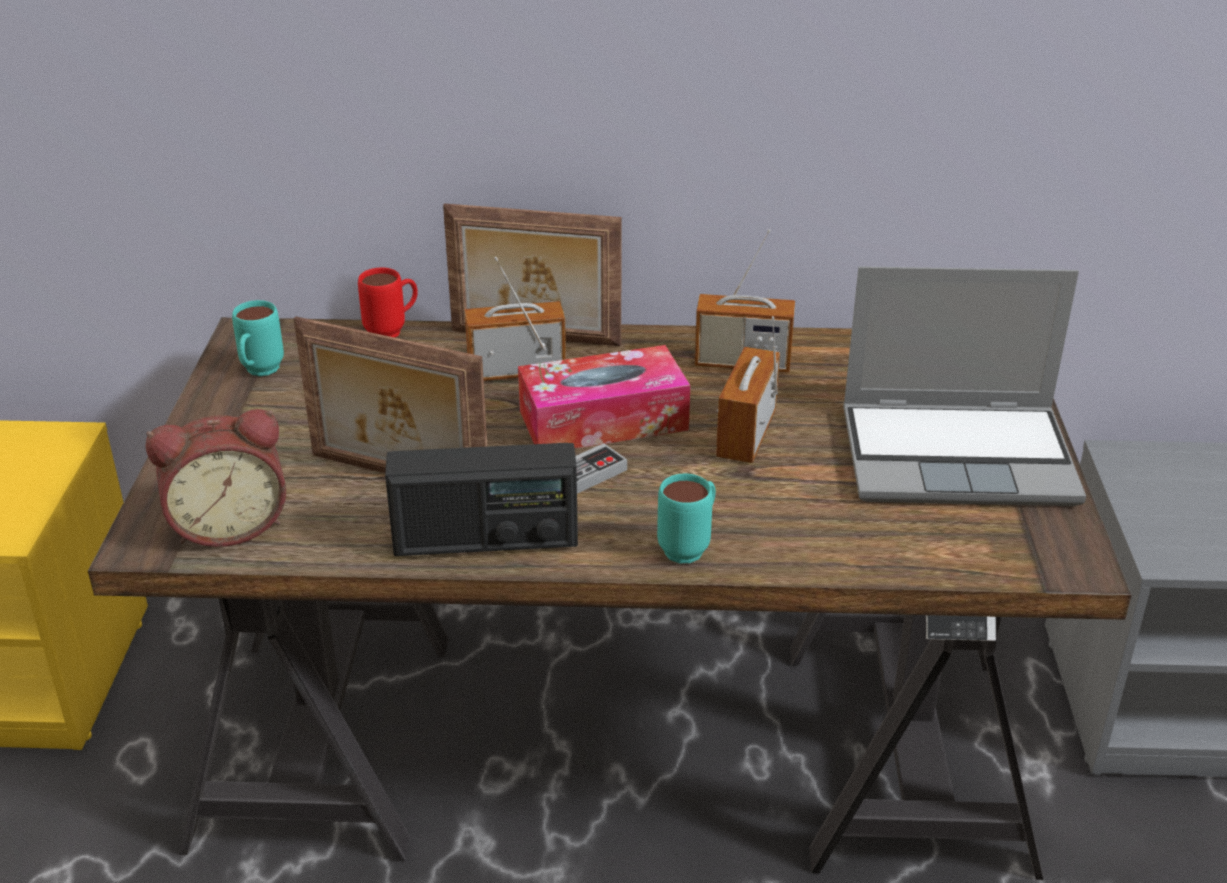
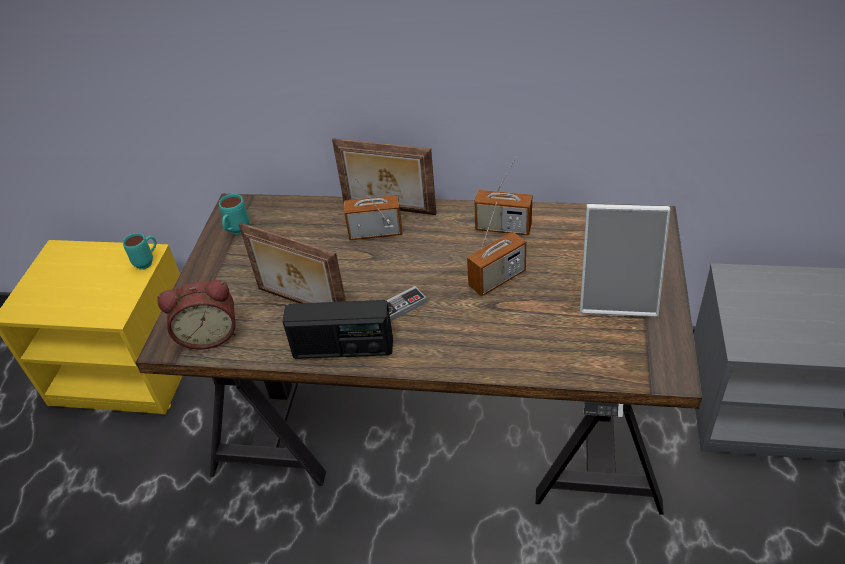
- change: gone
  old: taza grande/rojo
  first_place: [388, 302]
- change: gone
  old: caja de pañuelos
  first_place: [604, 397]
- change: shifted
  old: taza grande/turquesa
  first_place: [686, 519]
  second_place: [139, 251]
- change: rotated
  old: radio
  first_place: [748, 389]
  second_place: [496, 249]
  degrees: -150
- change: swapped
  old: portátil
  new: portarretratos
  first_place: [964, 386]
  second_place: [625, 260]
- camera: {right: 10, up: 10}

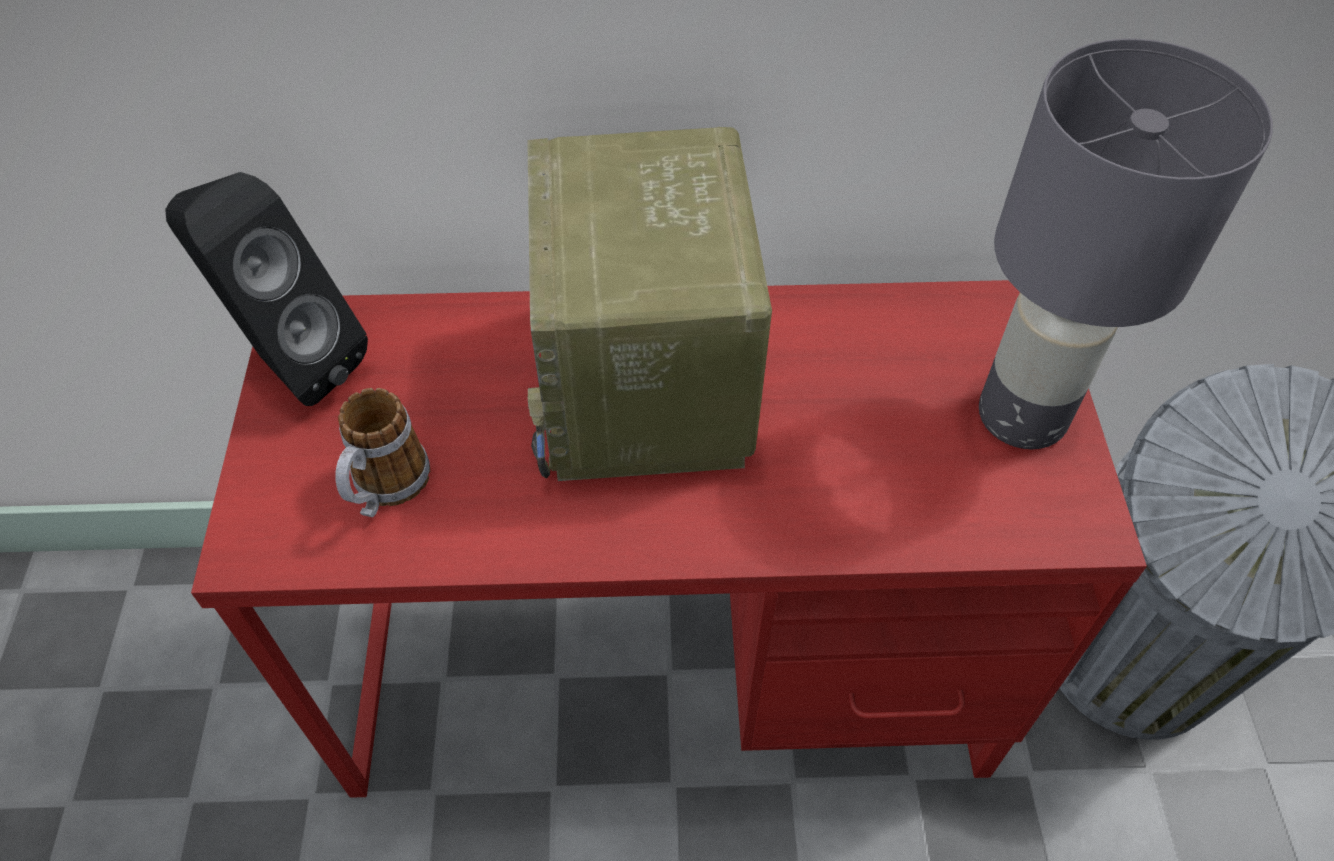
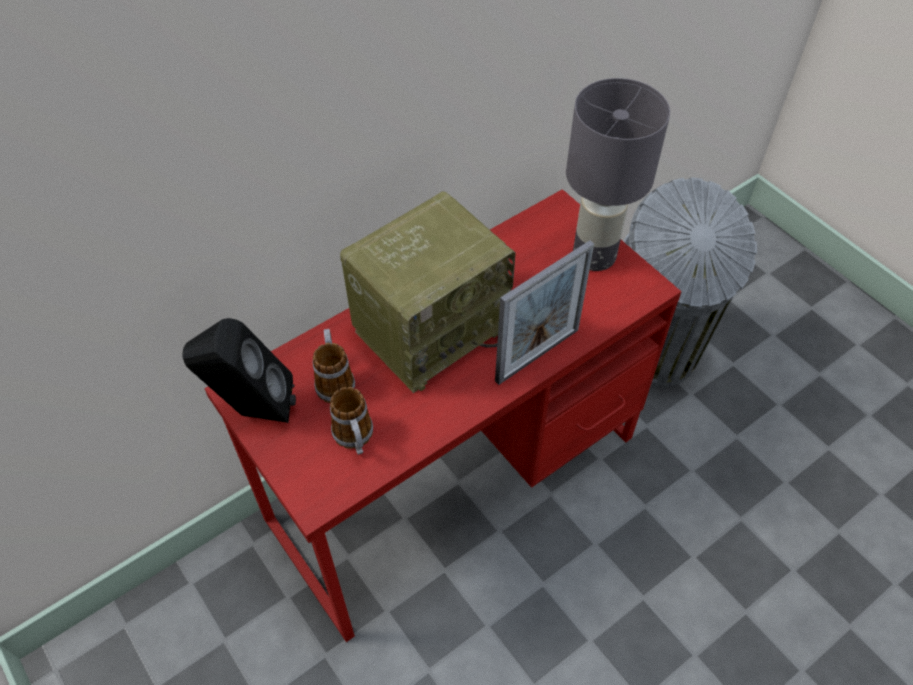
- change: rotated
  old: radio
  first_place: [649, 304]
  second_place: [428, 292]
  degrees: -90
- change: new
  new: taza grande
  second_place: [334, 366]
- change: new
  new: portarretratos
  second_place: [544, 312]
- camera: {right: -35, up: 0}

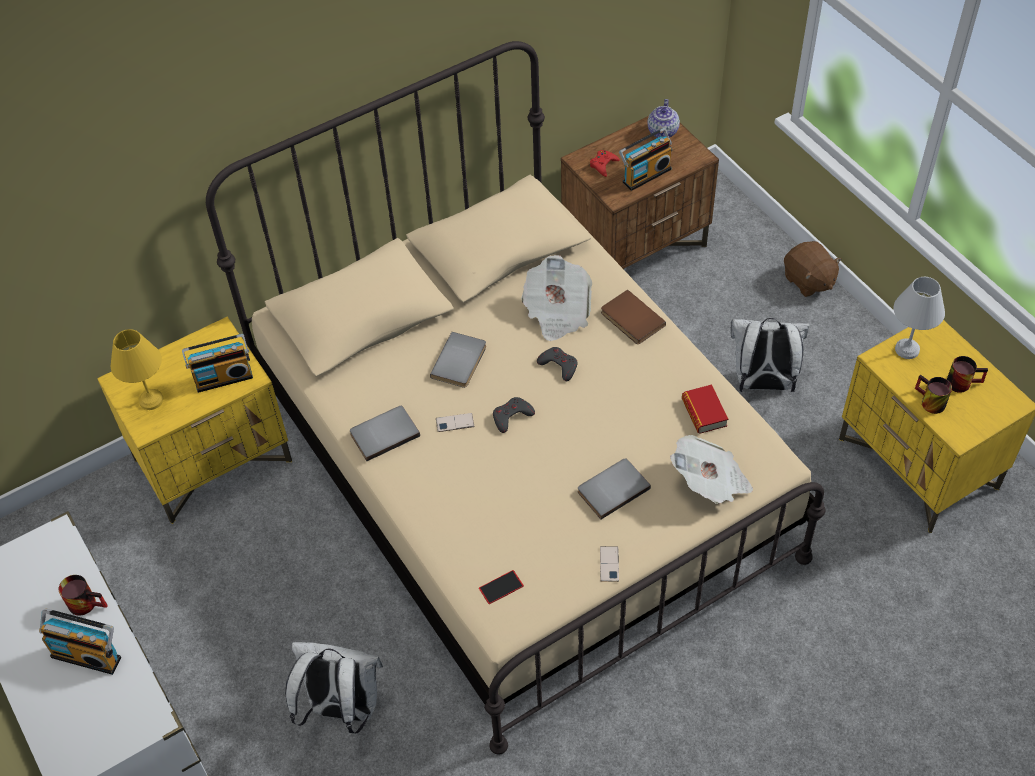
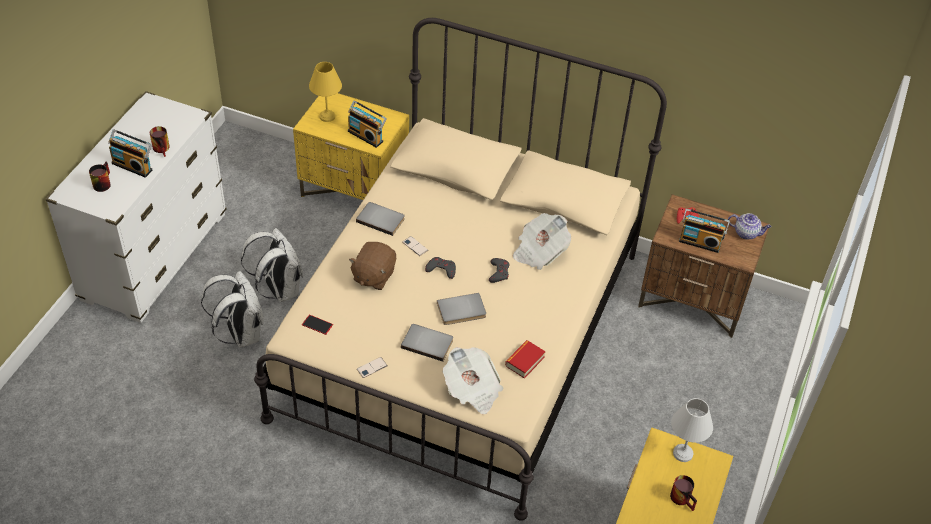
- change: rotated
  old: radio
  first_place: [80, 642]
  second_place: [130, 153]
  degrees: -45
- change: shifted
  old: libro/gris
  first_place: [458, 360]
  second_place: [461, 309]
- change: gone
  old: libro/marrón
  first_place: [633, 317]
- change: rotated
  old: tetera
  first_place: [663, 118]
  second_place: [749, 226]
  degrees: -135
- change: shifted
  old: mochila/blanco
  first_place: [770, 355]
  second_place: [272, 265]
- change: shifted
  old: peluche/marrón
  first_place: [813, 269]
  second_place: [372, 266]
- change: shifted
  old: taza grande
  first_place: [933, 394]
  second_place: [100, 177]
- camera: {right: 50, up: -5}

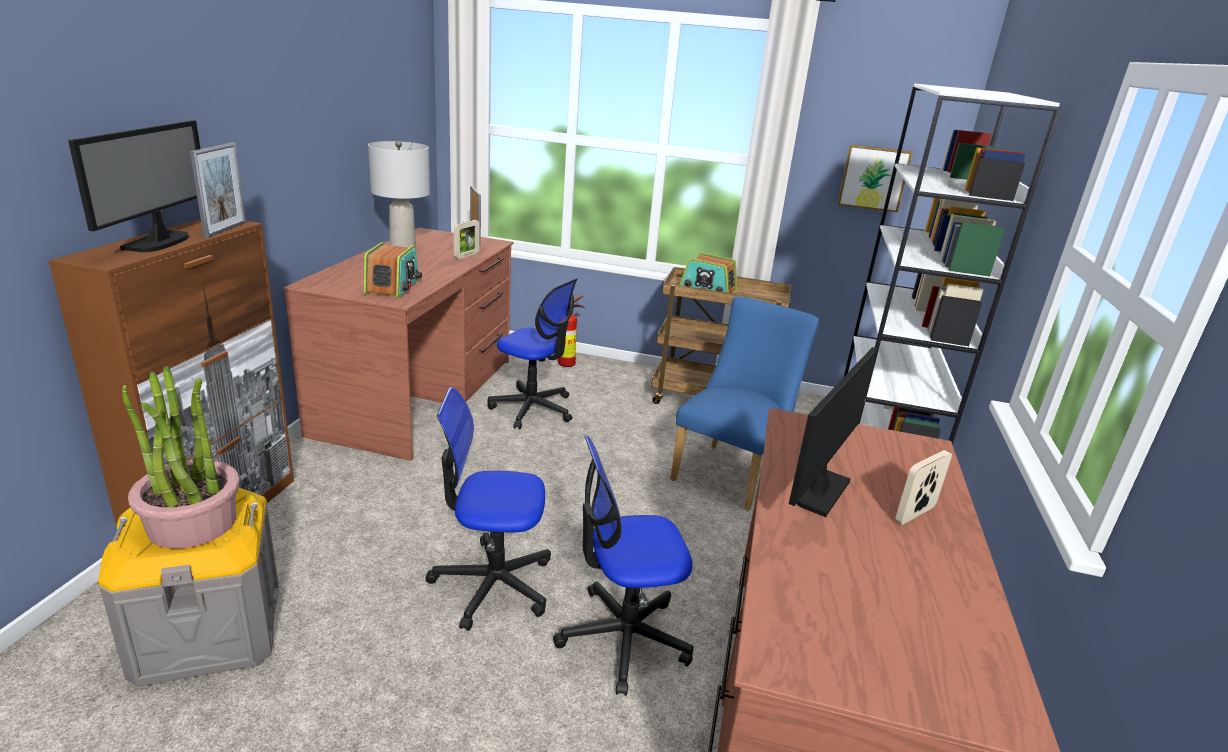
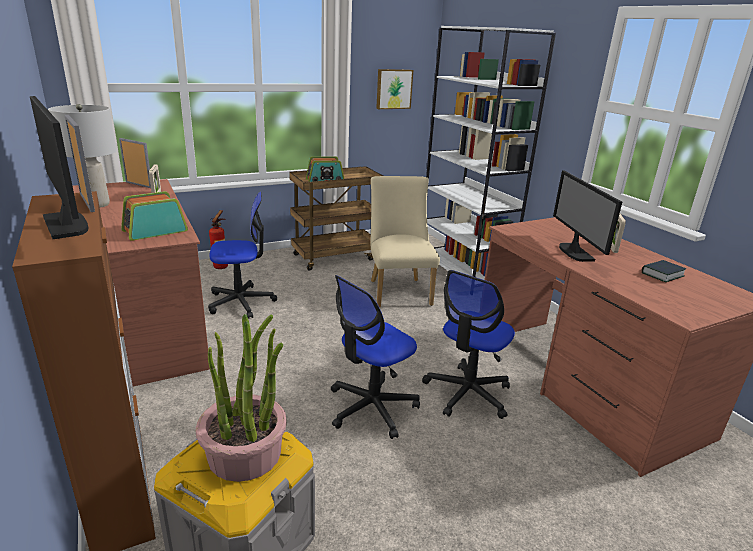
- change: rotated
  old: radio
  first_place: [393, 270]
  second_place: [154, 216]
  degrees: -90
- change: repainted
  old: silla/azul
  new: silla/beis
  first_place: [744, 403]
  second_place: [405, 241]
- change: new
  new: libro
  second_place: [664, 271]
- camera: {right: -40, up: 0}

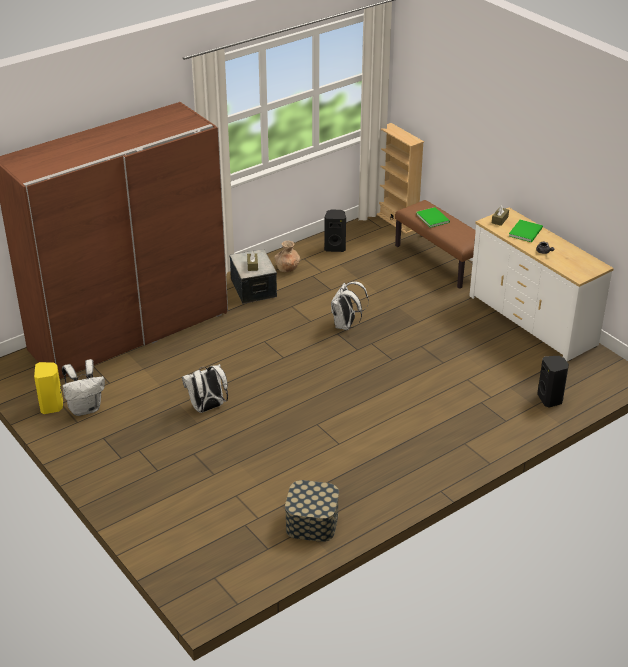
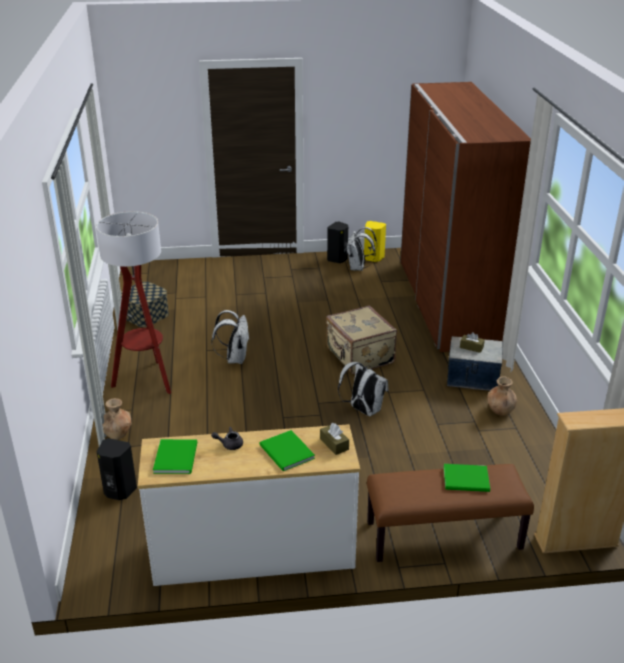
- change: shifted
  old: mochila/blanco
  first_place: [205, 388]
  second_place: [230, 337]
- change: shifted
  old: altavoz/negro
  first_place: [335, 231]
  second_place: [337, 242]
- change: new
  new: lámpara de pie
  second_place: [133, 302]
- change: new
  new: florero/marrón
  second_place: [117, 419]
- change: new
  new: libro/verde
  second_place: [175, 456]
- change: new
  new: maleta/beis
  second_place: [361, 339]
- camera: {right: 120, up: -5}

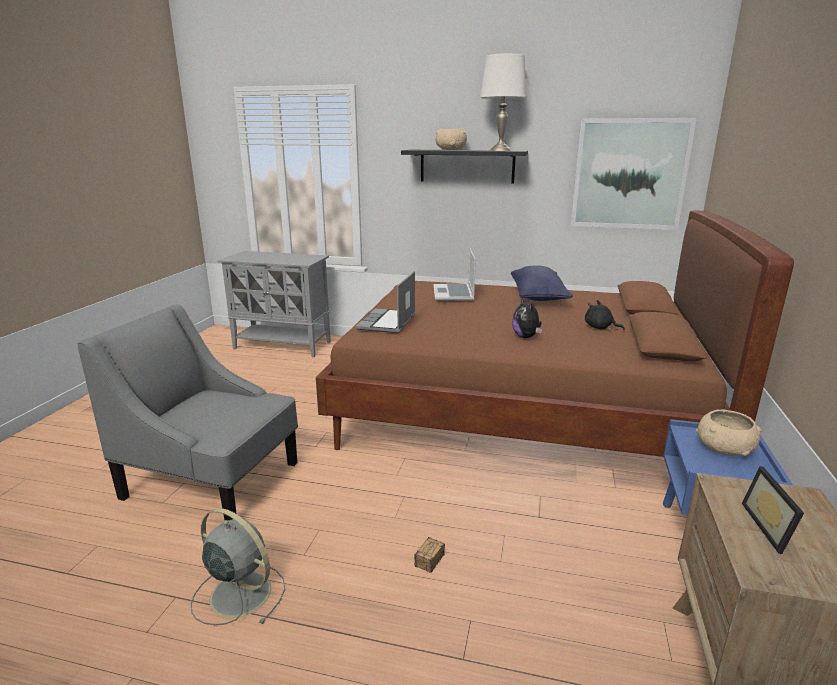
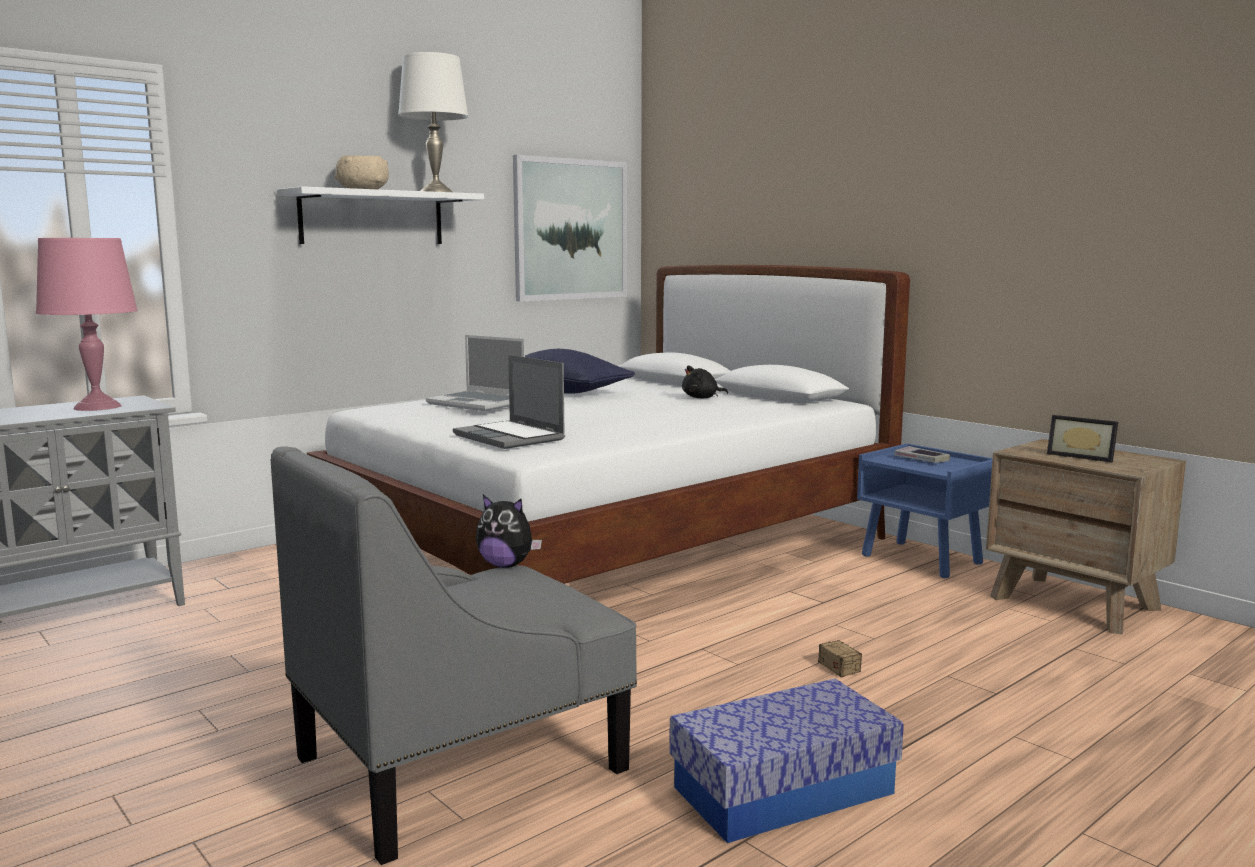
- change: swapped
  old: ventilador/gris
  new: caja de almacenaje
  first_place: [238, 566]
  second_place: [786, 761]
- change: repainted
  old: cama/marrón
  new: cama/blanco
  first_place: [555, 333]
  second_place: [608, 424]
- change: repainted
  old: estante/negro
  new: estante/blanco
  first_place: [464, 166]
  second_place: [380, 215]
- change: shifted
  old: peluche
  first_place: [527, 318]
  second_place: [509, 531]
- change: swapped
  old: cuenco/beis
  new: libro
  first_place: [728, 432]
  second_place: [922, 454]
- change: new
  new: lámpara de mesa/rosa
  second_place: [87, 324]
- camera: {right: -55, up: -10}

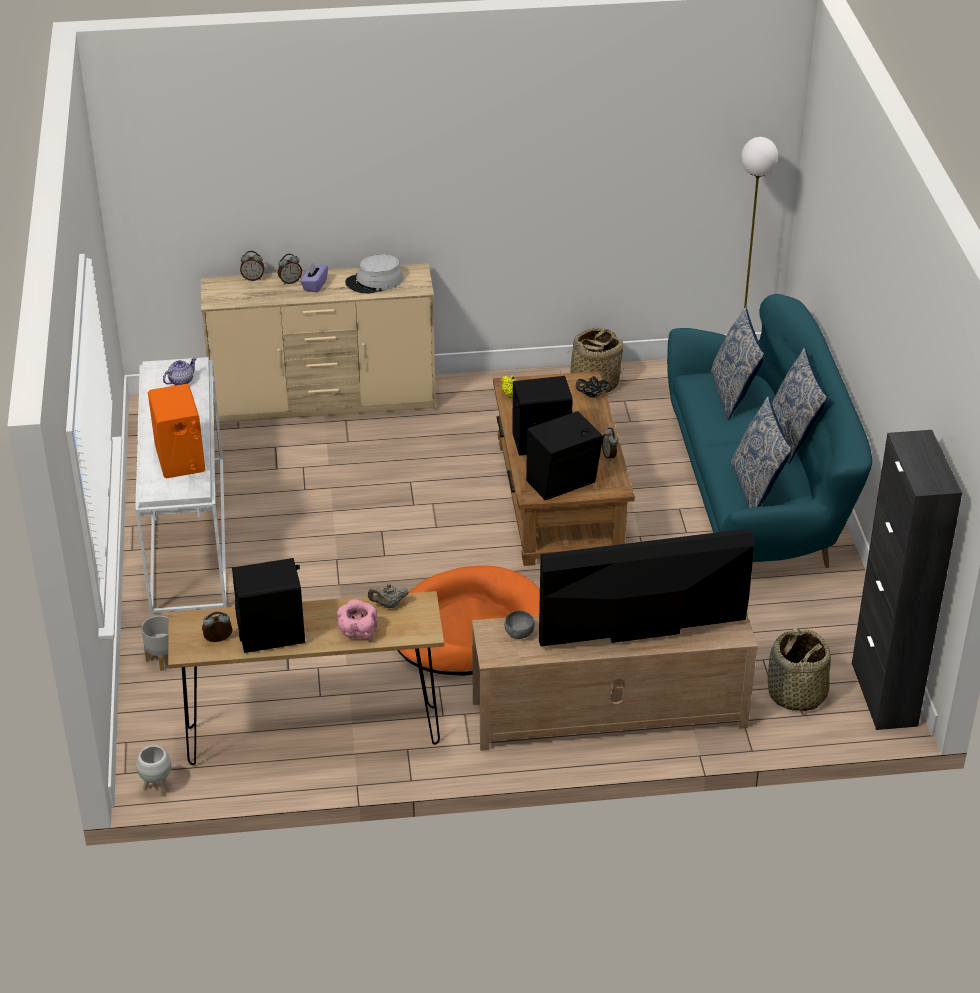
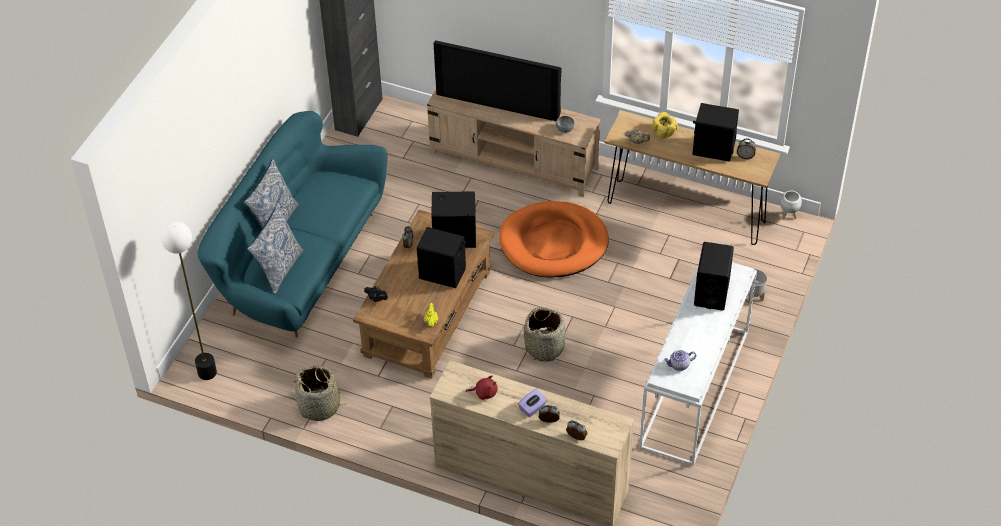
- change: repainted
  old: altavoz/naranja
  new: altavoz/negro
  first_place: [176, 431]
  second_place: [714, 276]
- change: repainted
  old: cuenco/rosa
  new: cuenco/amarillo
  first_place: [357, 619]
  second_place: [665, 125]
- change: swapped
  old: sombrero/gris
  new: peluche/rojo
  first_place: [374, 274]
  second_place: [482, 388]
- change: gone
  old: cojín
  first_place: [761, 452]
- change: shifted
  old: cesta
  first_place: [799, 670]
  second_place: [544, 334]
- camera: {right: -150, up: 10}

